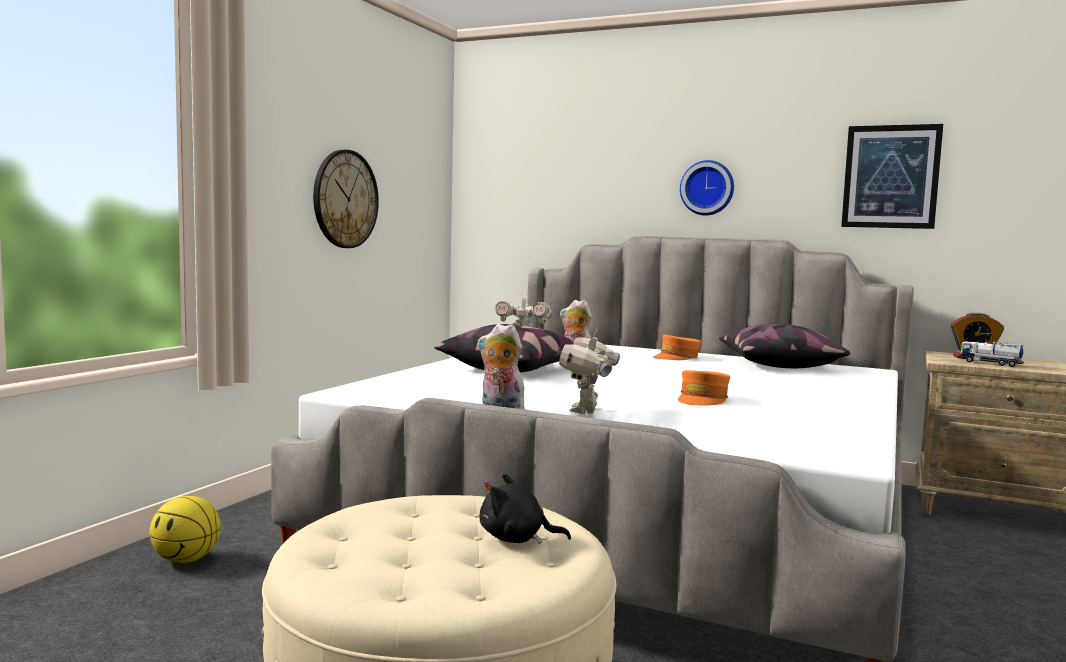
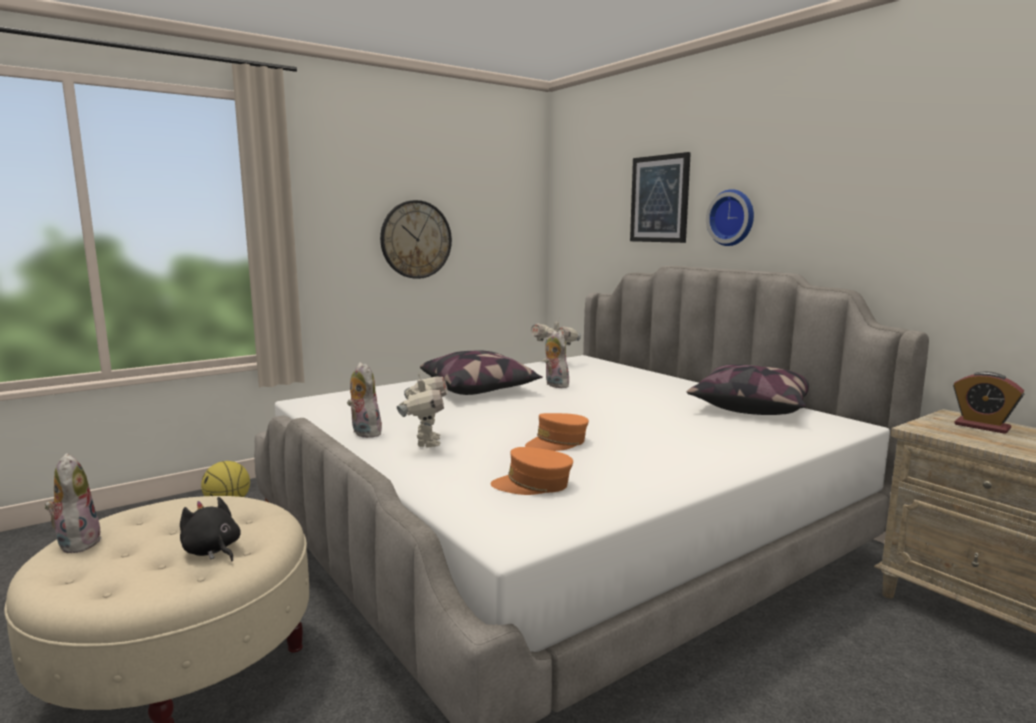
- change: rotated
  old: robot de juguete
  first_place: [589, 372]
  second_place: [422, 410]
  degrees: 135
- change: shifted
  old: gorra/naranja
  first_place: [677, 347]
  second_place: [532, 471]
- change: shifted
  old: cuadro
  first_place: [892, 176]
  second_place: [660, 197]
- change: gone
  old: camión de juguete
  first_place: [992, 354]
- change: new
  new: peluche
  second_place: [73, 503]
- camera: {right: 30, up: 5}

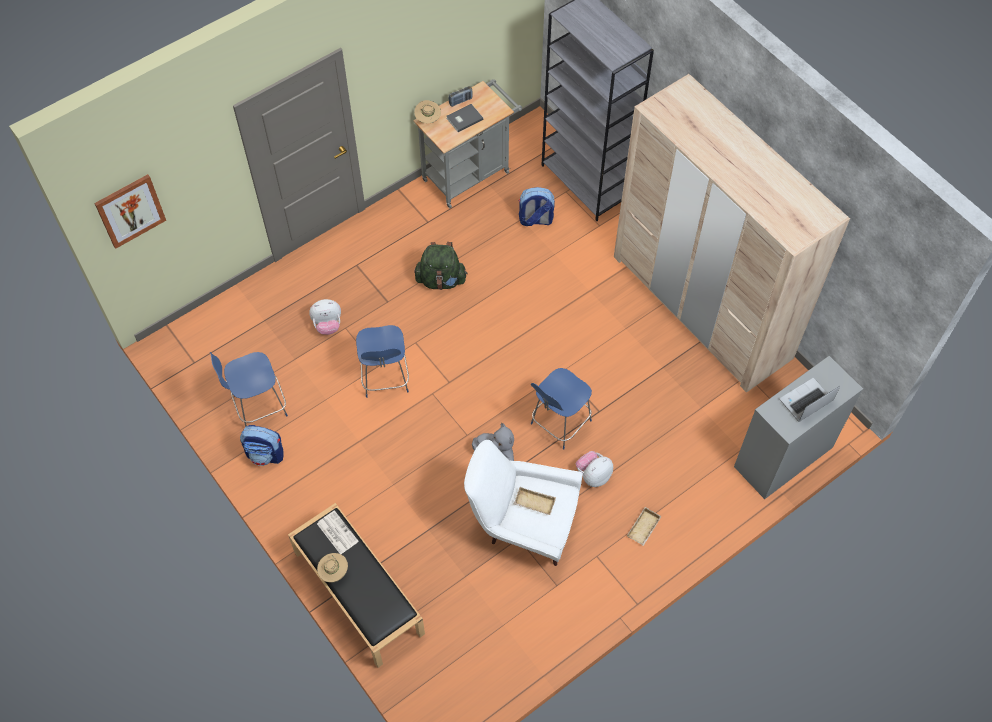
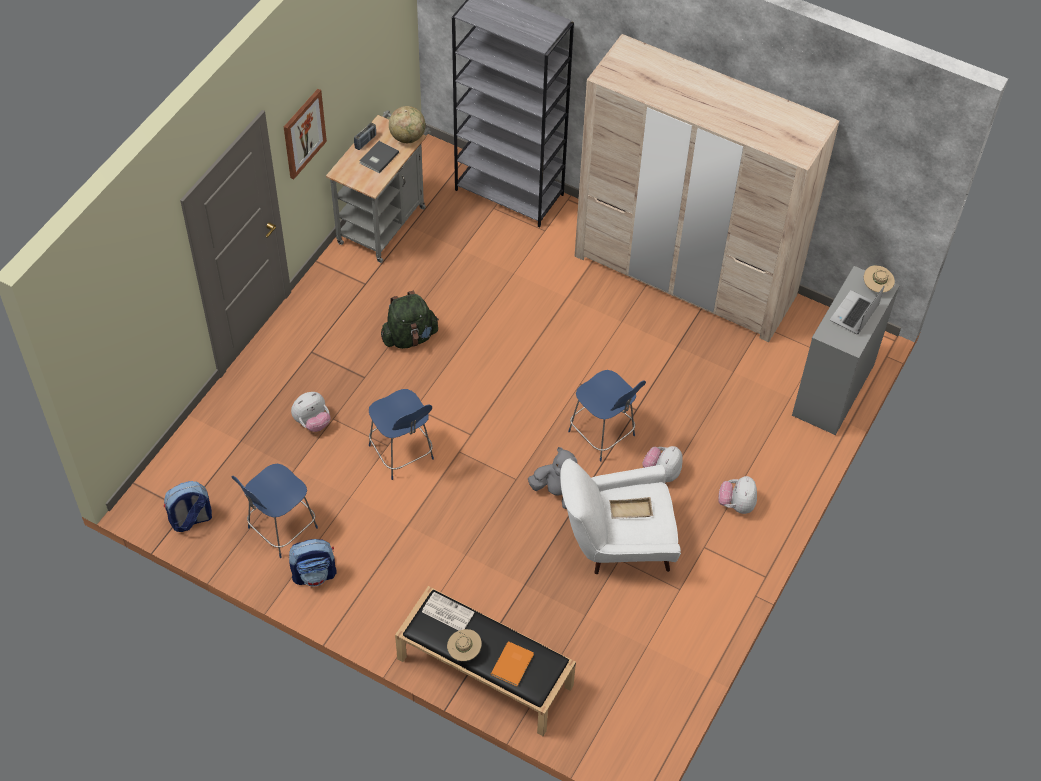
- change: shifted
  old: cuadro
  first_place: [130, 211]
  second_place: [305, 134]
- change: shifted
  old: sombrero/beis
  first_place: [427, 111]
  second_place: [879, 278]
- change: shifted
  old: mochila
  first_place: [537, 206]
  second_place: [188, 506]
- change: rotated
  old: silla/azul
  first_place: [561, 409]
  second_place: [607, 416]
  degrees: -60
- change: swapped
  old: bandeja/beis
  new: peluche
  first_place: [644, 526]
  second_place: [737, 495]
- change: new
  new: globo terráqueo
  second_place: [407, 124]
- change: new
  new: libro/naranja
  second_place: [512, 663]
- camera: {right: -25, up: -5}

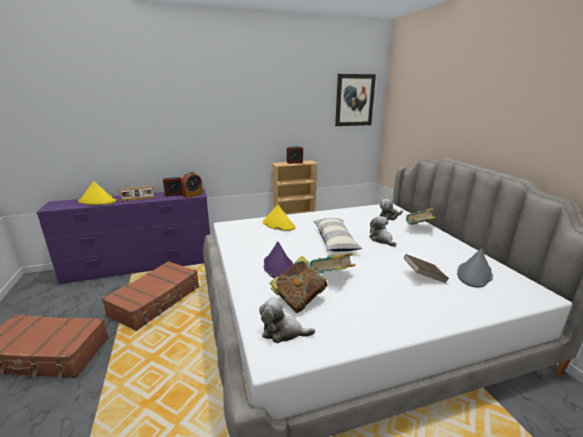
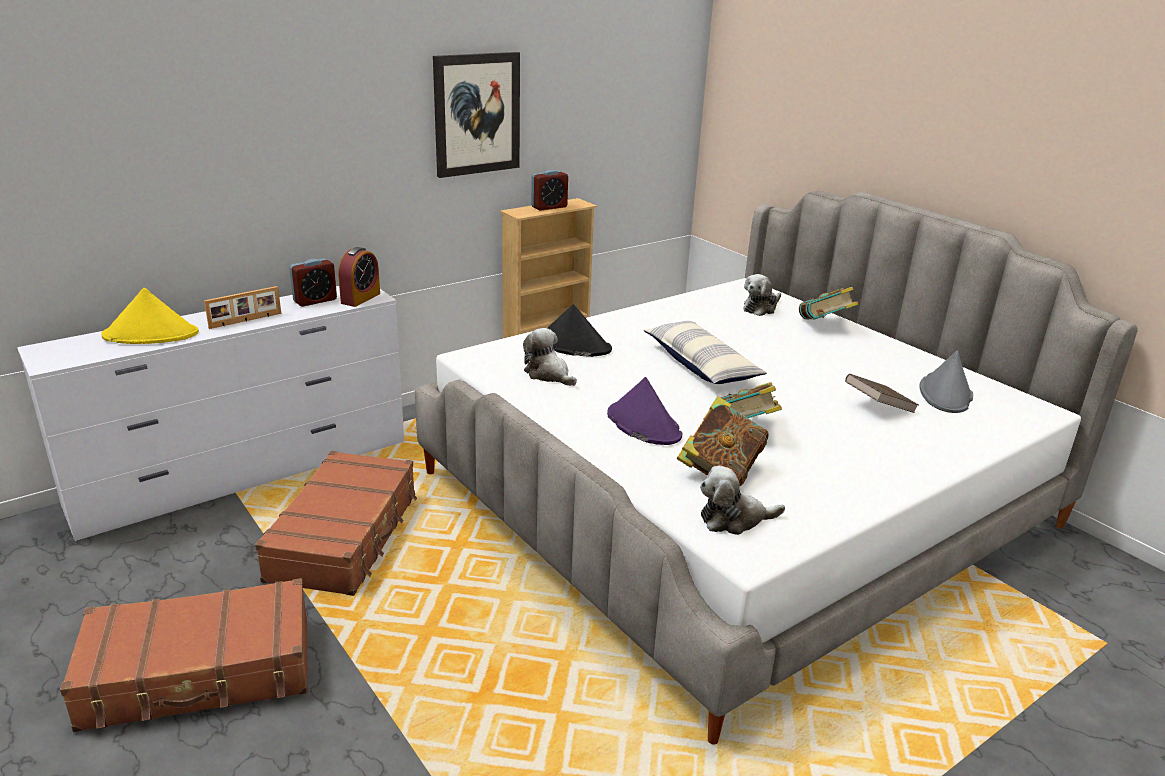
- change: repainted
  old: cómoda/morado
  new: cómoda/blanco
  first_place: [123, 236]
  second_place: [210, 413]
- change: repainted
  old: sombrero/amarillo
  new: sombrero/negro
  first_place: [279, 217]
  second_place: [579, 330]
- change: shifted
  old: cuadro
  first_place: [355, 100]
  second_place: [476, 115]
- change: shifted
  old: peluche
  first_place: [382, 231]
  second_place: [550, 357]
- camera: {right: -20, up: 5}

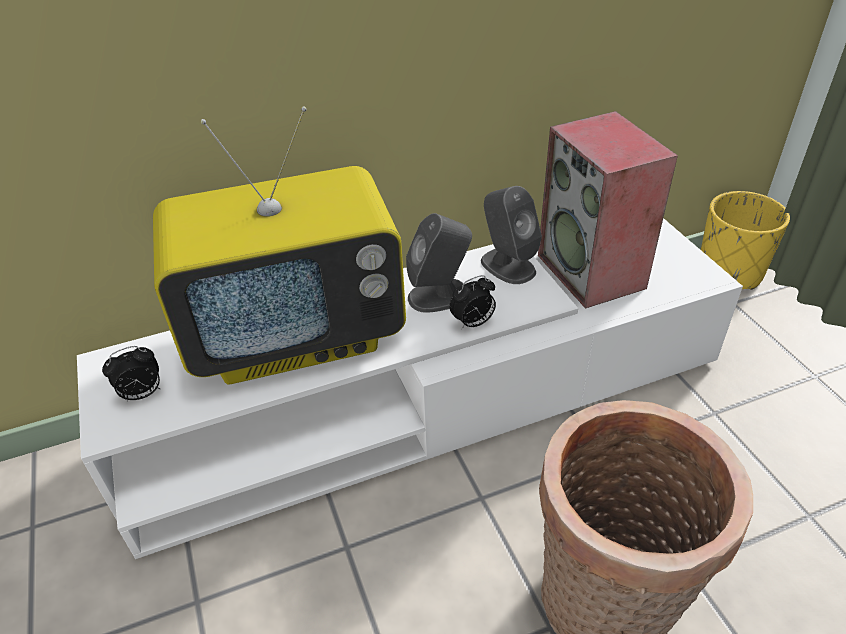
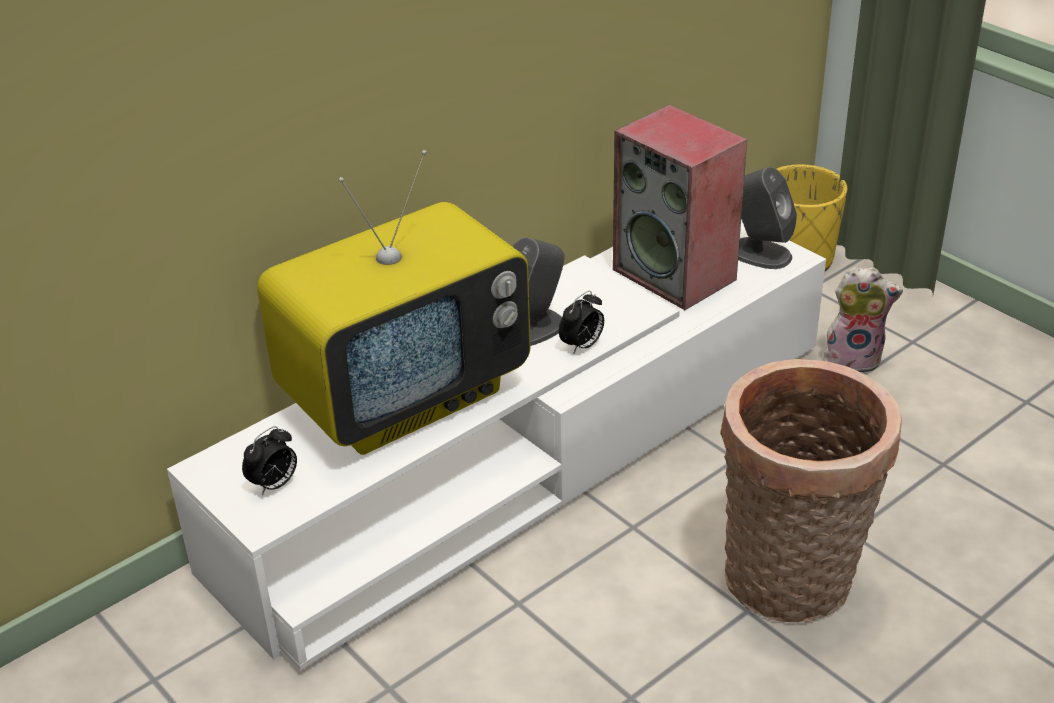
- change: shifted
  old: altavoz/gris
  first_place: [511, 235]
  second_place: [767, 218]
- change: new
  new: peluche
  second_place: [863, 319]
- camera: {right: -20, up: -5}

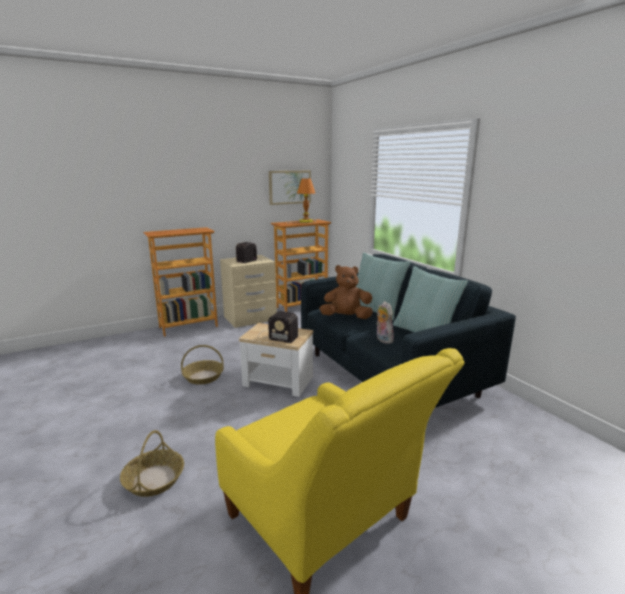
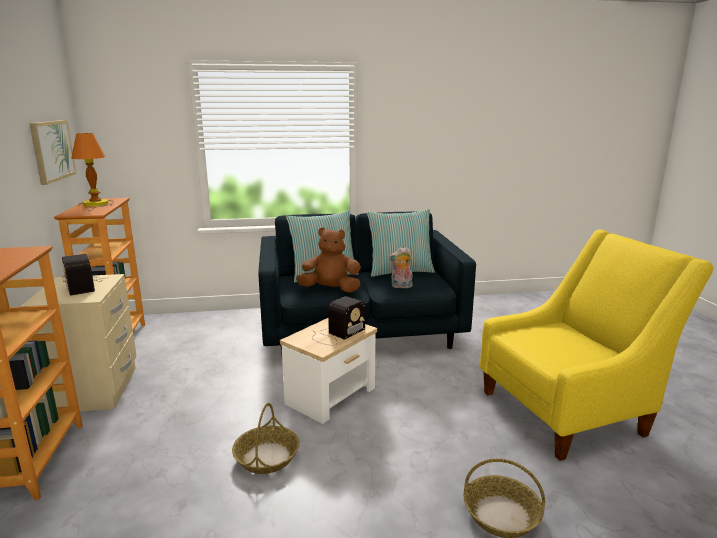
- change: rotated
  old: peluche/marrón
  first_place: [346, 292]
  second_place: [328, 260]
  degrees: 75
- camera: {right: -70, up: 0}

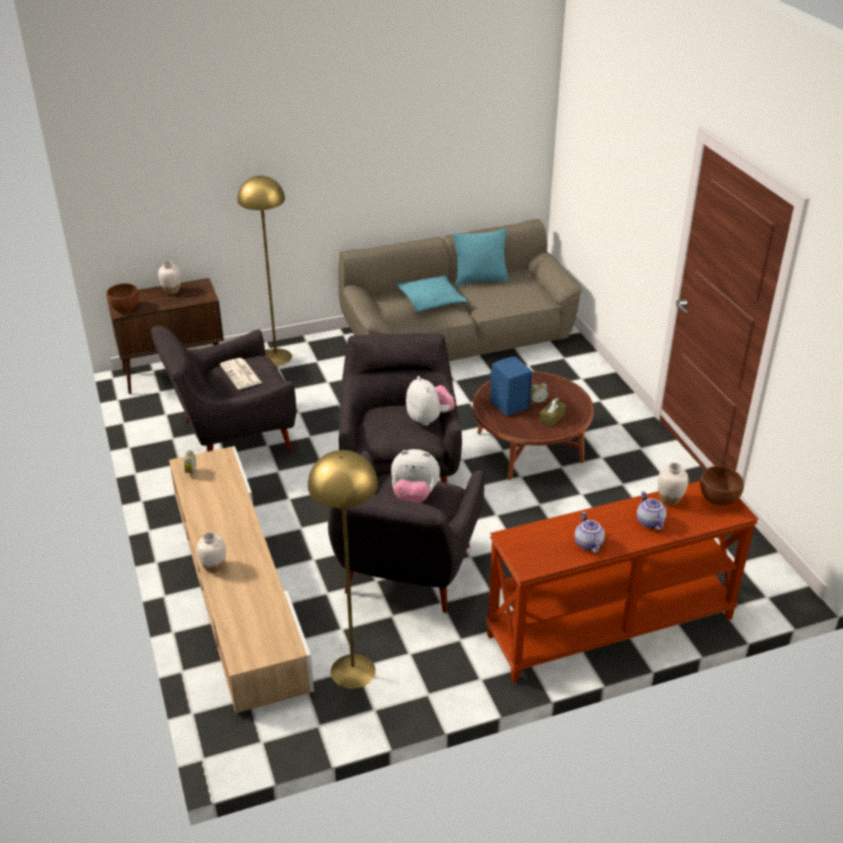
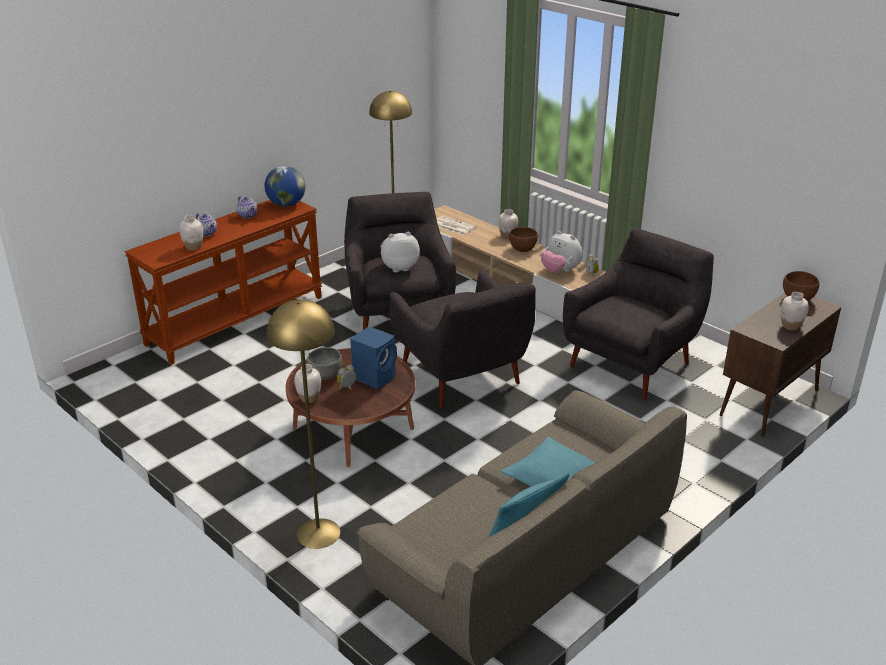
- change: shifted
  old: periódico
  first_place: [241, 373]
  second_place: [456, 225]
- change: shifted
  old: lámpara de pie/amarillo
  first_place: [265, 271]
  second_place: [303, 424]
- change: shifted
  old: peluche
  first_place: [430, 401]
  second_place: [561, 252]
- change: swapped
  old: caja de pañuelos/marrón
  new: cuenco/gris
  first_place: [552, 412]
  second_place: [324, 363]
- change: shifted
  old: cuenco/marrón
  first_place: [722, 486]
  second_place: [523, 239]
- change: new
  new: globo terráqueo
  second_place: [285, 186]
- change: new
  new: florero/blanco
  second_place: [307, 383]
- camera: {right: 155, up: -5}

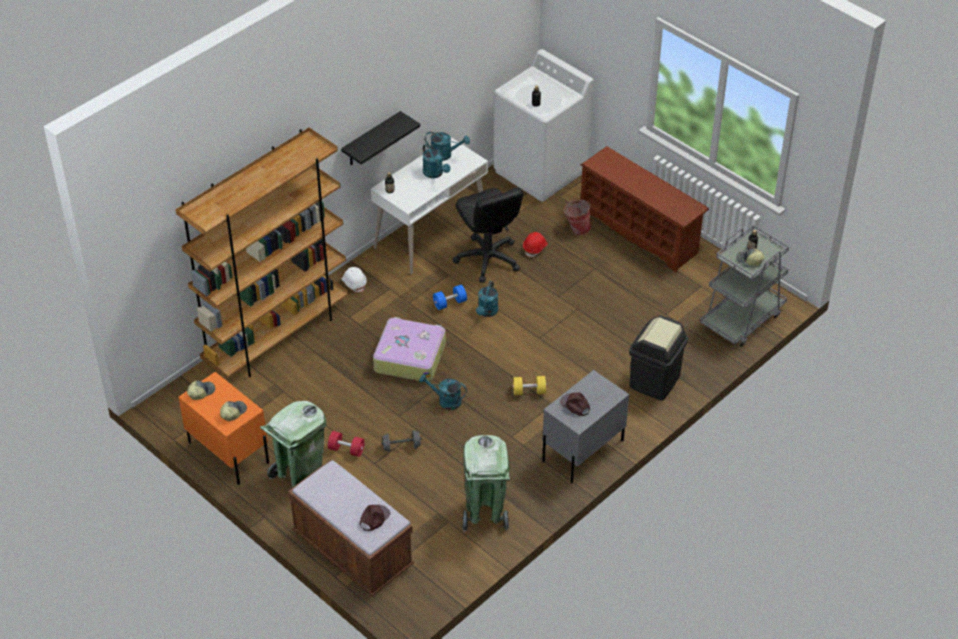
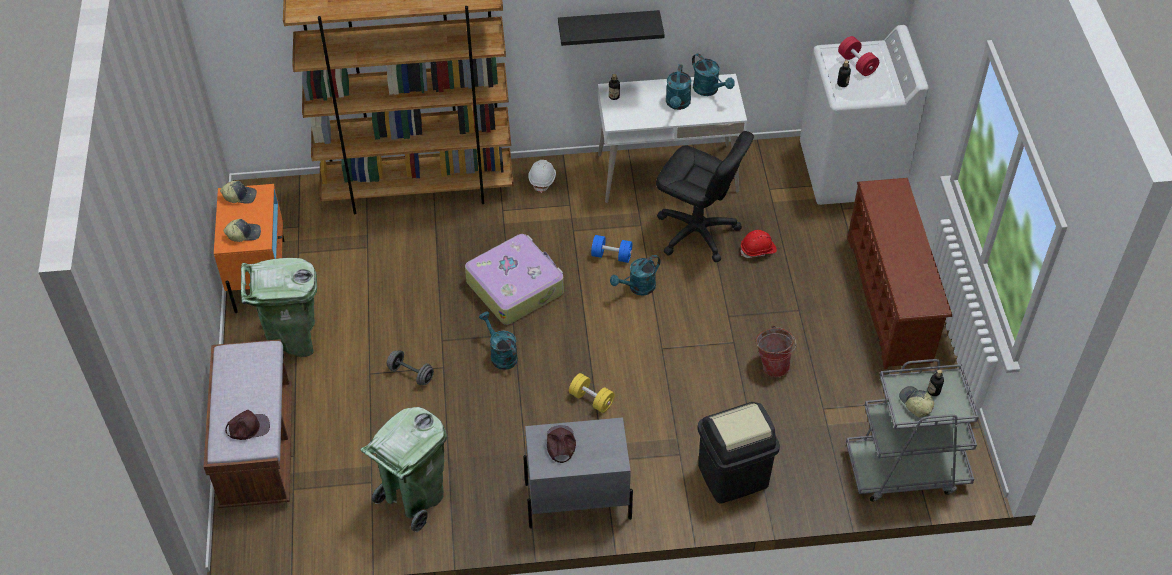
- change: shifted
  old: mancuerna/rojo
  first_place: [346, 444]
  second_place: [858, 56]
- change: rotated
  old: silla de oficina/negro
  first_place: [488, 235]
  second_place: [705, 196]
  degrees: -75
- change: shifted
  old: cubo
  first_place: [577, 217]
  second_place: [776, 351]
- camera: {right: 40, up: 5}

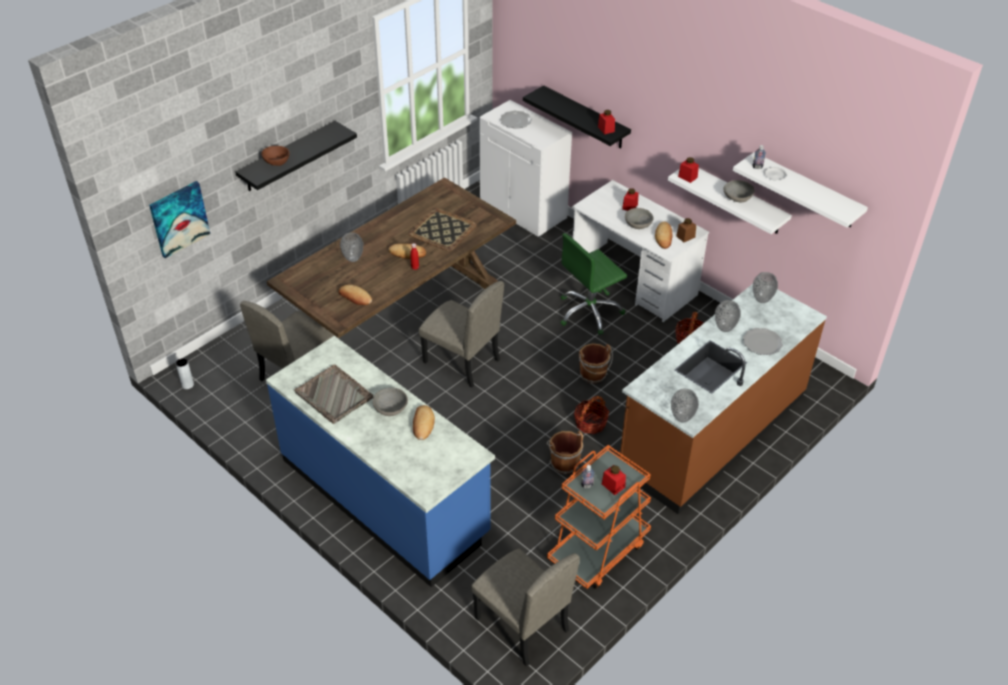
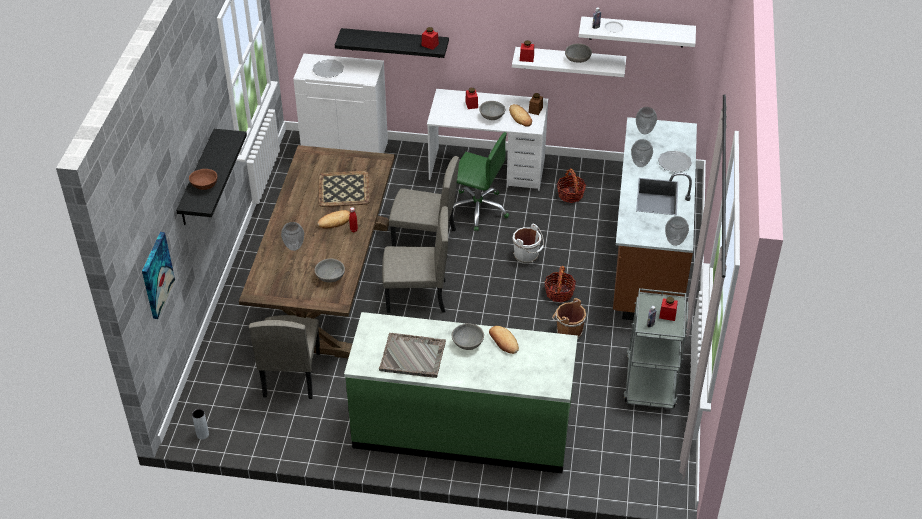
- change: repainted
  old: mueble bajo de cocina/azul
  new: mueble bajo de cocina/verde
  first_place: [380, 461]
  second_place: [461, 392]
- change: swapped
  old: pan
  new: cuenco/gris
  first_place: [355, 295]
  second_place: [329, 270]
- change: shifted
  old: silla/beis
  first_place: [525, 608]
  second_place: [424, 206]
- change: repainted
  old: carrito/naranja
  new: carrito/gris
  first_place: [599, 517]
  second_place: [656, 348]
- change: rotated
  old: silla de oficina/verde
  first_place: [593, 284]
  second_place: [481, 181]
  degrees: -90
- change: repainted
  old: cubo/marrón
  new: cubo/blanco
  first_place: [596, 363]
  second_place: [528, 244]
- camera: {right: -35, up: 0}

